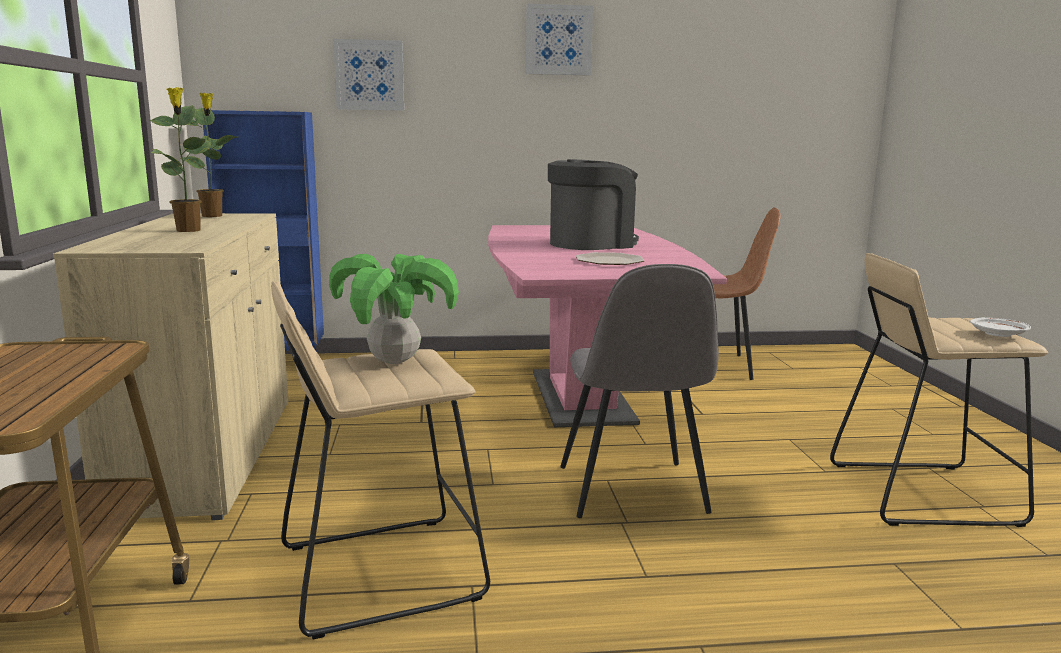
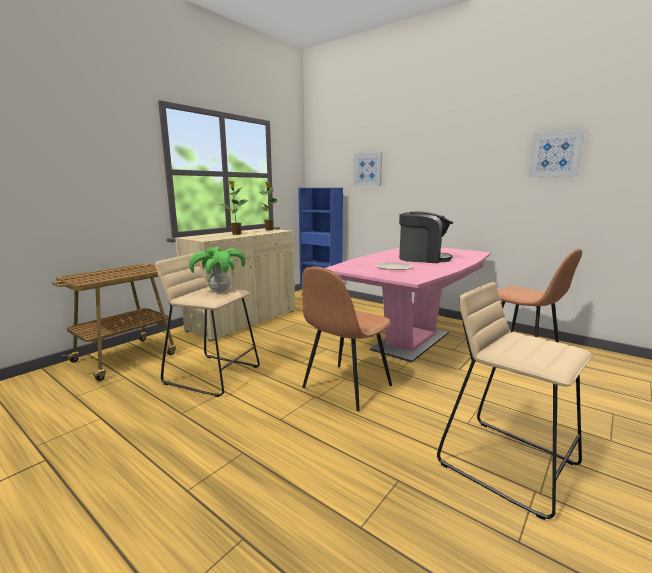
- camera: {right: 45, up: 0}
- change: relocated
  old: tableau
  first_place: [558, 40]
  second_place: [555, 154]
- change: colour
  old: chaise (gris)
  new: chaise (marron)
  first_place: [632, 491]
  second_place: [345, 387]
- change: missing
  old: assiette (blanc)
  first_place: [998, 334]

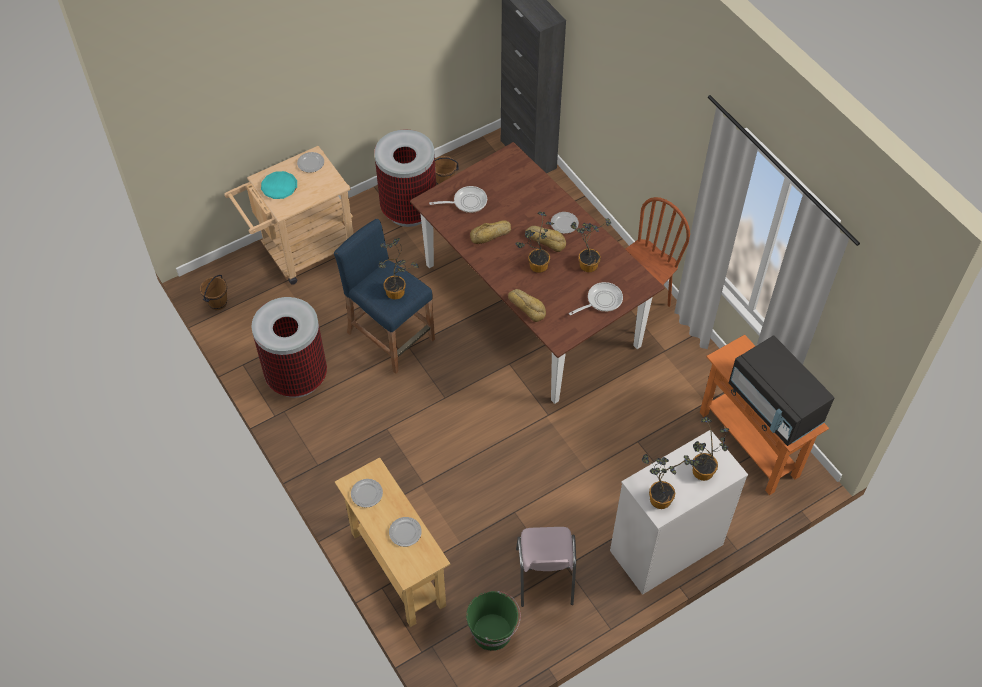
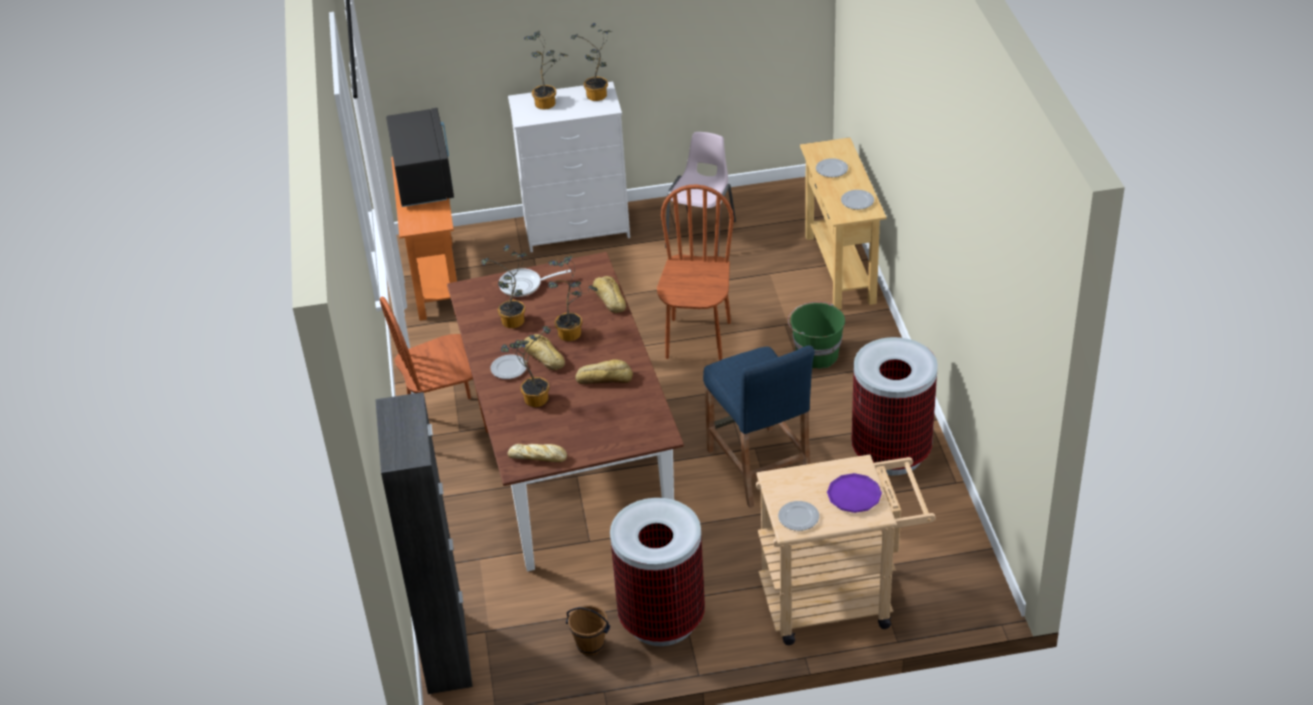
- camera: {right: -155, up: -15}
- change: missing
  old: seau (marron)
  first_place: [217, 303]
- change: colour
  old: assiette (turquoise)
  new: assiette (violet)
  first_place: [279, 187]
  second_place: [854, 496]
- change: relocated
  old: plante en pot
  first_place: [398, 292]
  second_place: [533, 397]
- change: missing
  old: poêle
  first_place: [467, 202]
- change: relocated
  old: seau (vert)
  first_place: [493, 632]
  second_place: [816, 354]
- change: appeared
  new: pain
  second_place: [538, 457]
- change: appeared
  new: chaise (marron)
  second_place: [697, 340]

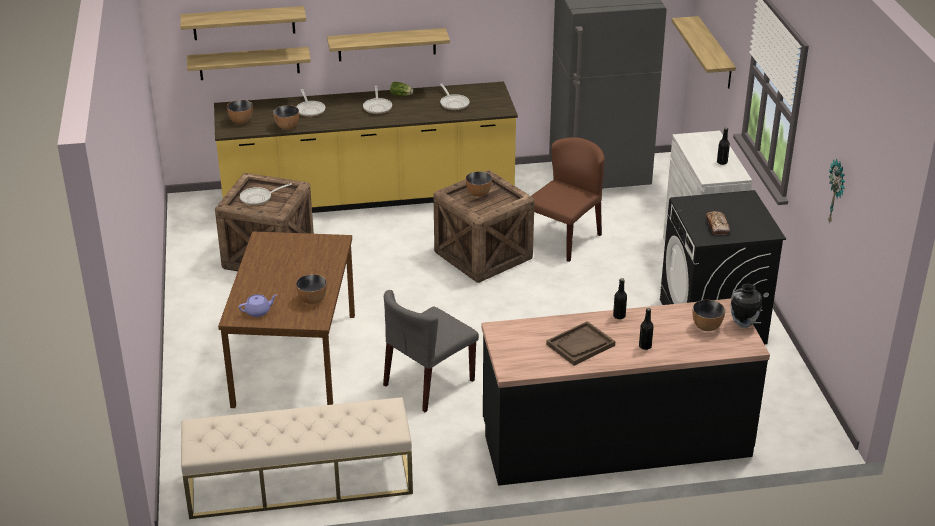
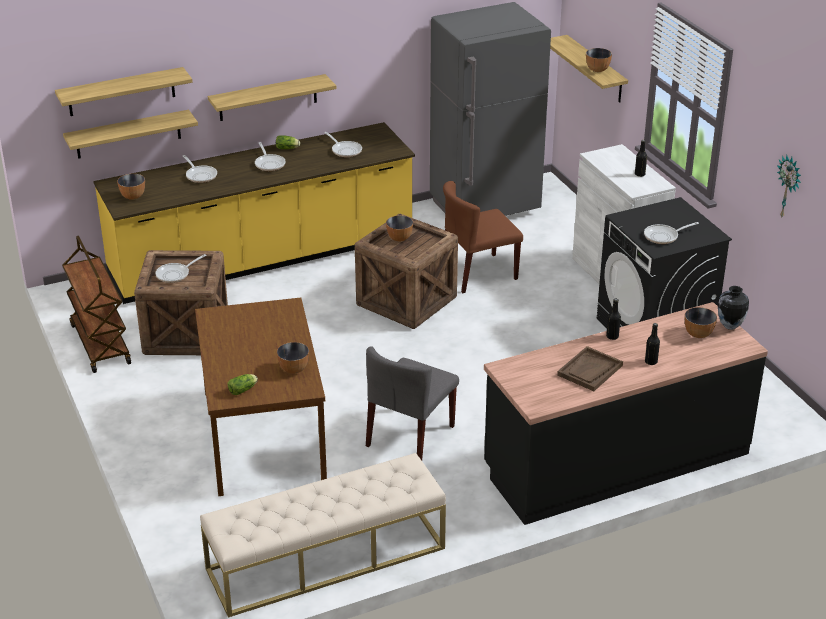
- camera: {right: -15, up: 0}
- change: exchanged
  old: théière (violet)
  new: laitue
  first_place: [258, 312]
  second_place: [243, 390]
- change: relocated
  old: bol
  first_place: [287, 127]
  second_place: [597, 70]
- change: spun
  old: chaise (marron)
  first_place: [563, 239]
  second_place: [478, 273]
  degrees: -135
- change: exchanged
  old: pain
  new: poêle
  first_place: [717, 226]
  second_place: [664, 236]
- change: appeared
  new: chariot (marron)
  second_place: [99, 344]

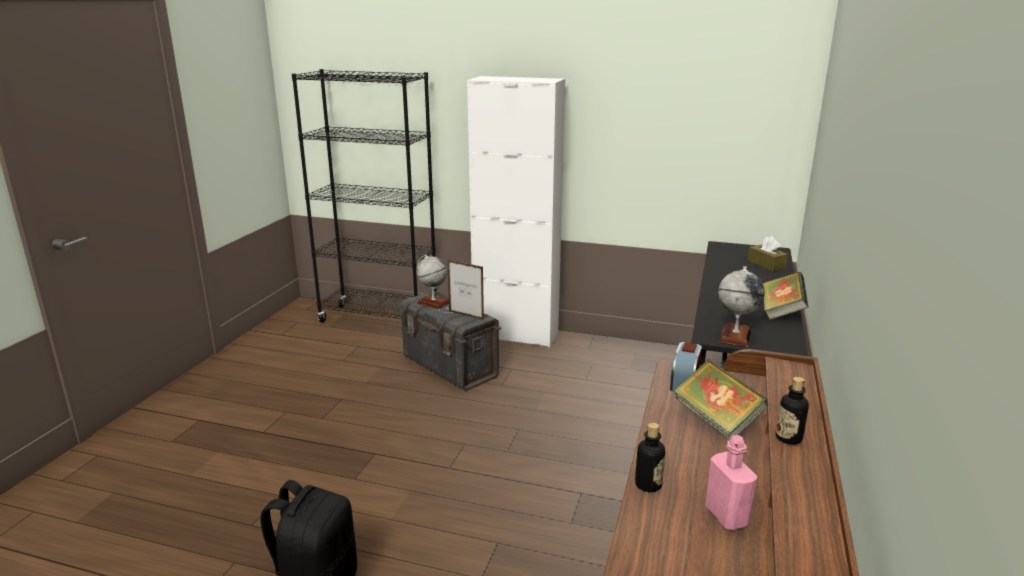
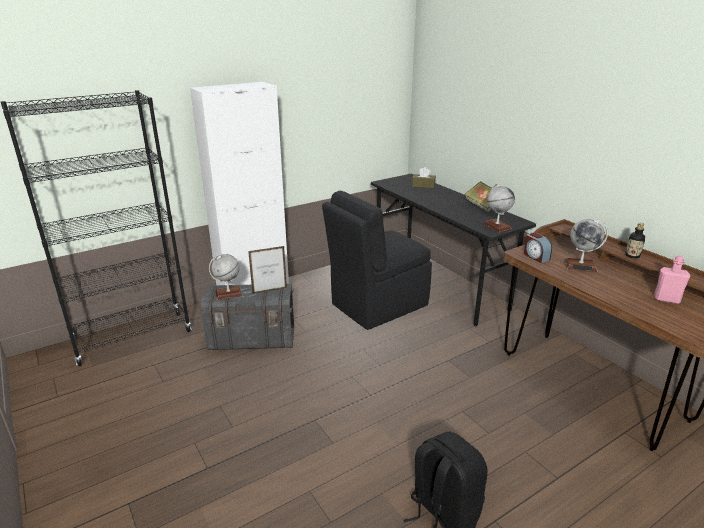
- camera: {right: -50, up: 5}
- change: missing
  old: bouteille
  first_place: [648, 485]
- change: exchanged
  old: livre
  new: globe
  first_place: [716, 420]
  second_place: [580, 266]
- change: appeared
  new: chaise (noir)
  second_place: [377, 305]

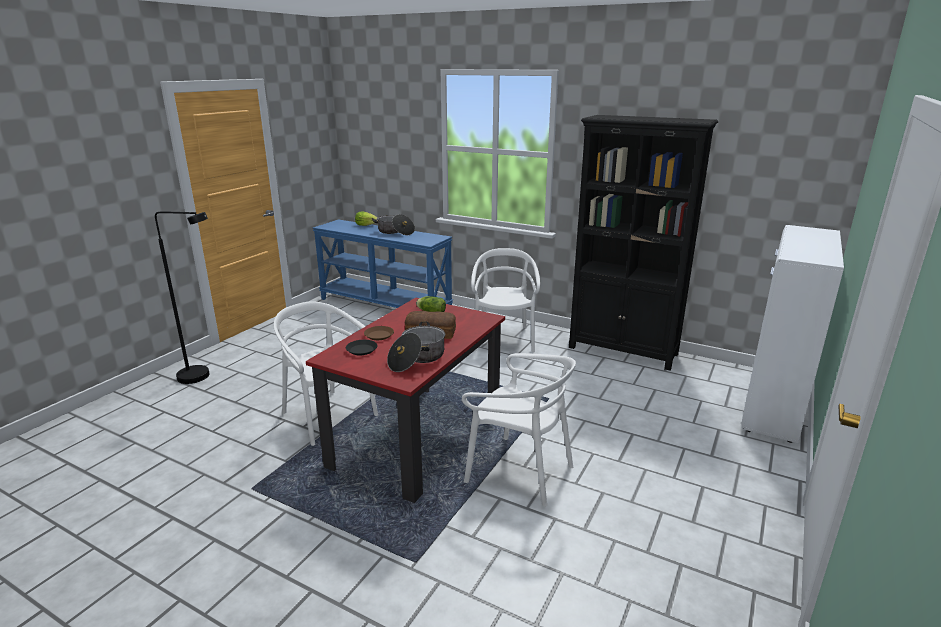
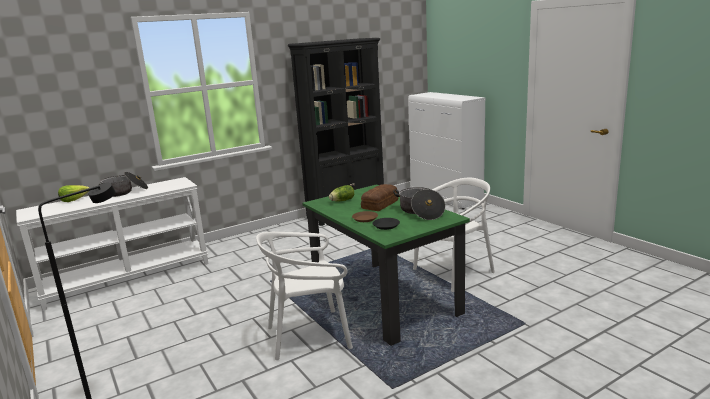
- camera: {right: -60, up: -5}
- change: colour
  old: table à manger (rouge)
  new: table à manger (vert)
  first_place: [417, 438]
  second_place: [384, 300]
- change: colour
  old: table console (bleu)
  new: table console (blanc)
  first_place: [386, 305]
  second_place: [128, 277]
- change: missing
  old: chaise (blanc)
  first_place: [503, 340]

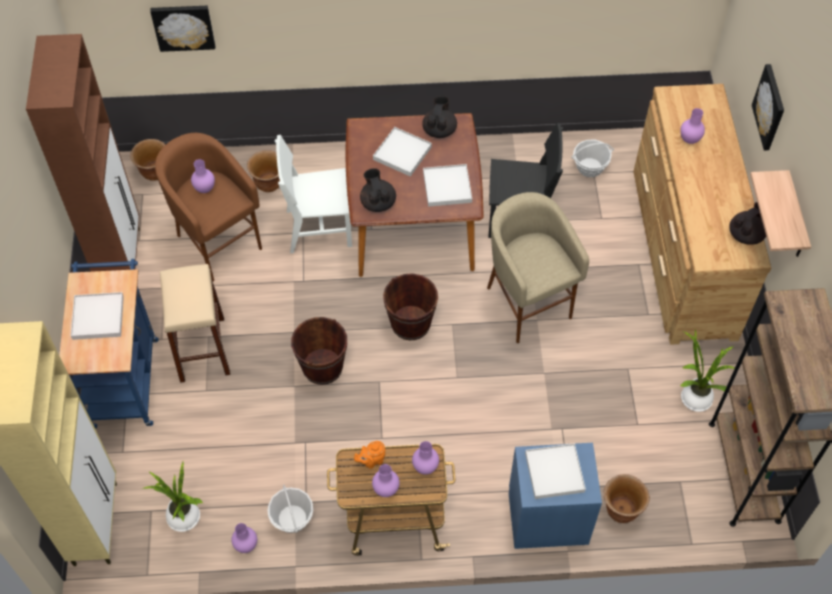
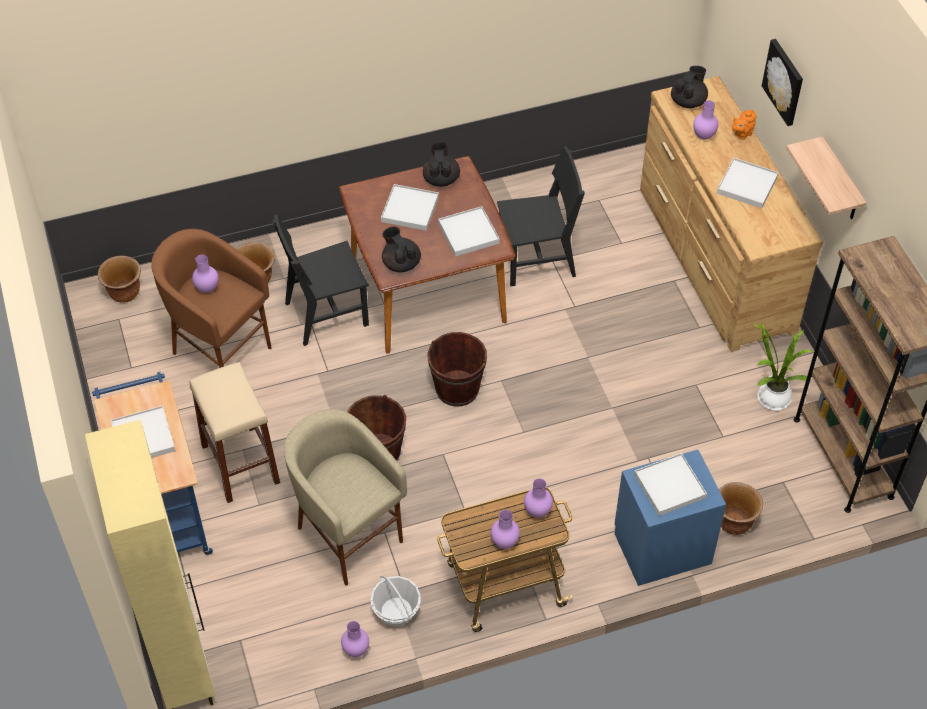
- camera: {right: -15, up: -5}
- change: missing
  old: meuble de rangement (marron)
  first_place: [121, 258]
- change: missing
  old: plante en pot
  first_place: [185, 519]
- change: missing
  old: tableau
  first_place: [183, 26]
- change: colour
  old: chaise (blanc)
  new: chaise (noir)
  first_place: [318, 228]
  second_place: [326, 314]
- change: relocated
  old: théière (orange)
  first_place: [371, 461]
  second_place: [741, 134]
- change: relocated
  old: tabouret (beige)
  first_place: [526, 303]
  second_place: [347, 536]
- change: missing
  old: panier
  first_place: [589, 167]
- change: relocated
  old: théière (noir)
  first_place: [746, 234]
  second_place: [688, 101]
- change: appeared
  new: plateau (blanc)
  second_place: [747, 185]

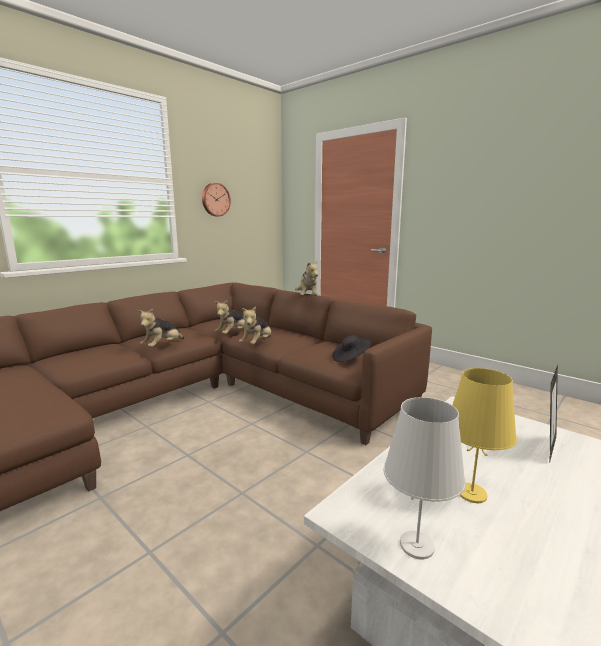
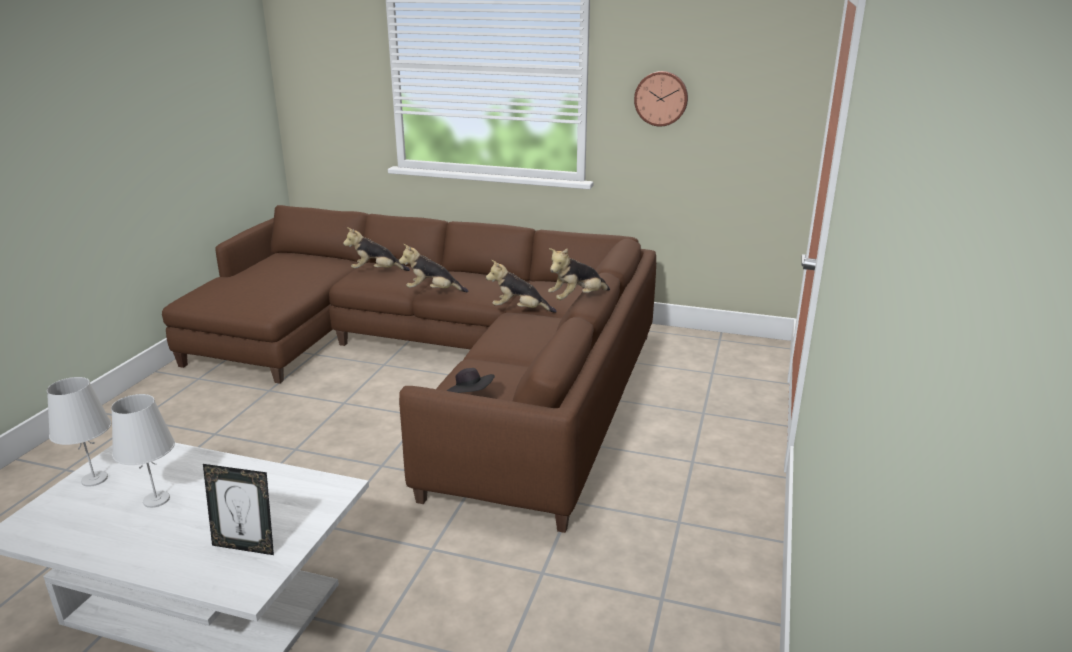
- camera: {right: 65, up: 10}
- change: relocated
  old: peluche
  first_place: [257, 344]
  second_place: [376, 271]
- change: colour
  old: lampe de table (jaune)
  new: lampe de table (blanc)
  first_place: [471, 493]
  second_place: [156, 499]

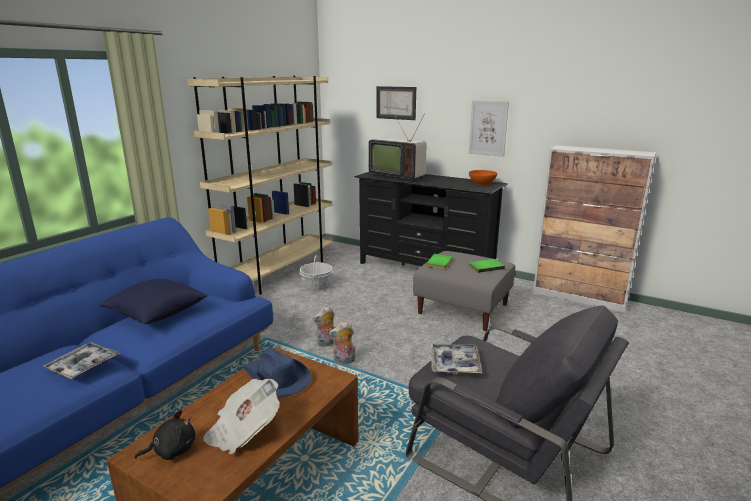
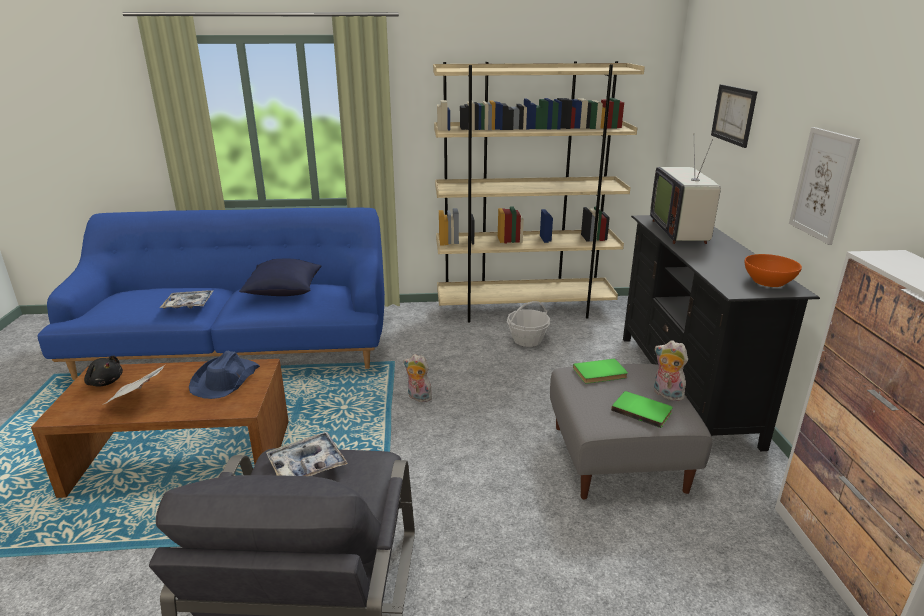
- camera: {right: 55, up: 5}
- change: relocated
  old: peluche
  first_place: [344, 361]
  second_place: [666, 394]

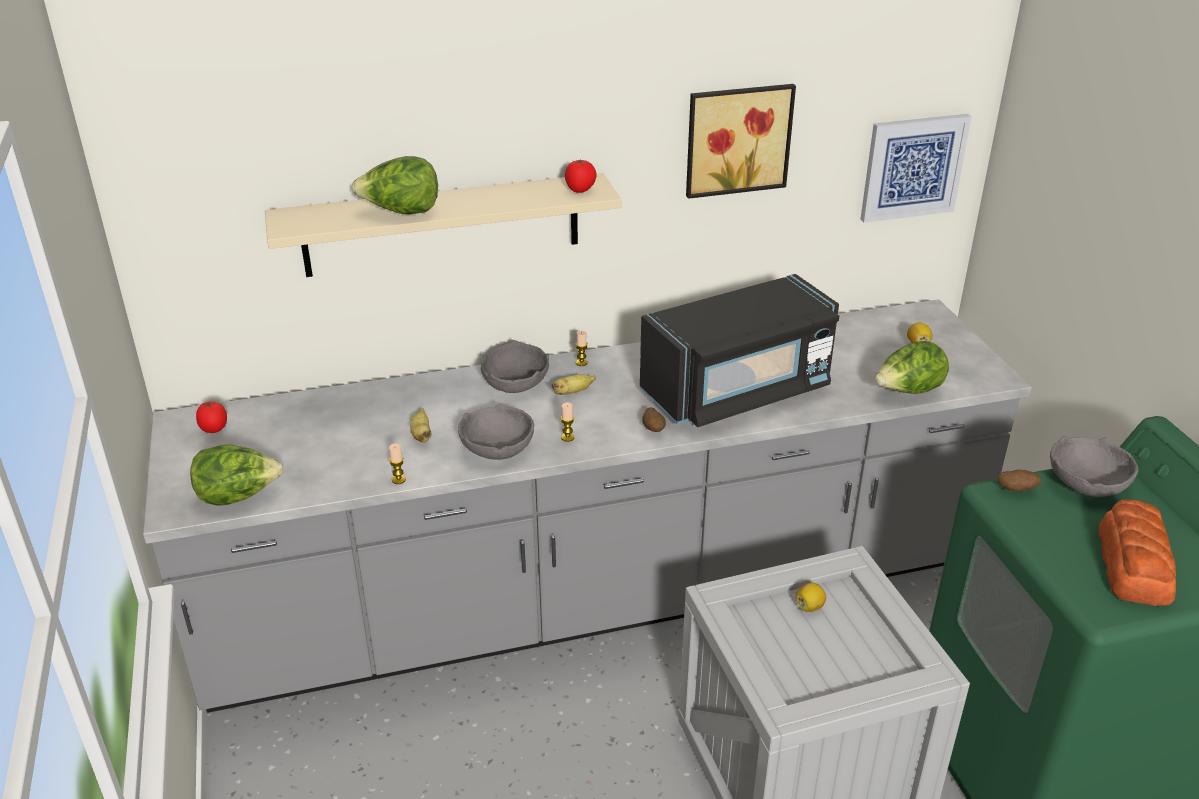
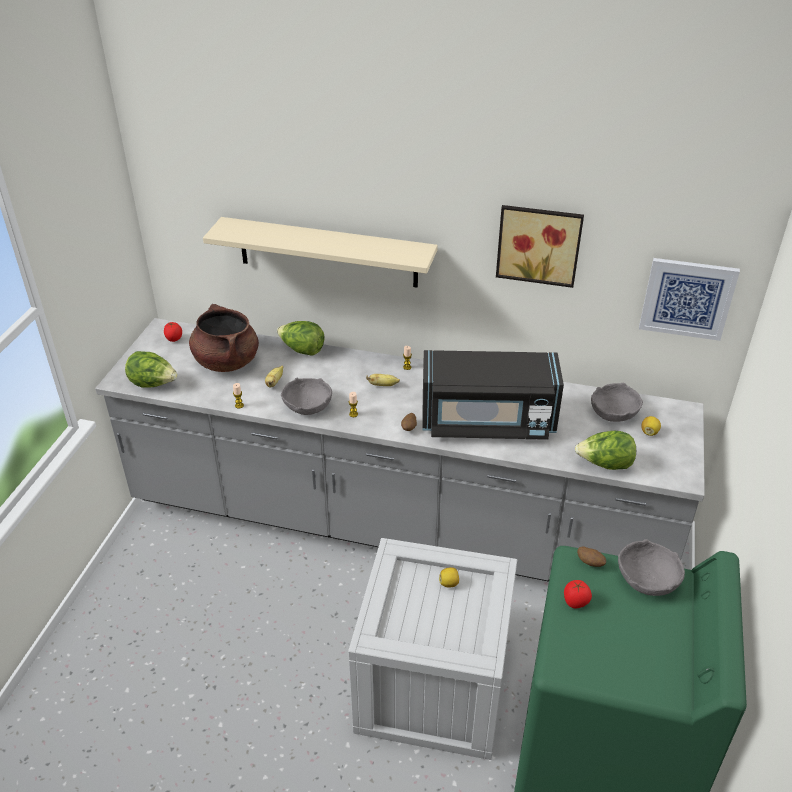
- camera: {right: 30, up: 5}
- change: relocated
  old: laitue
  first_place: [401, 212]
  second_place: [302, 350]
- change: relocated
  old: bol (gris)
  first_place: [514, 384]
  second_place: [613, 413]
- change: relocated
  old: tomate
  first_place: [580, 190]
  second_place: [575, 603]
- change: missing
  old: pain
  first_place: [1134, 563]
- change: appeared
  new: marmite (marron)
  second_place: [226, 361]

